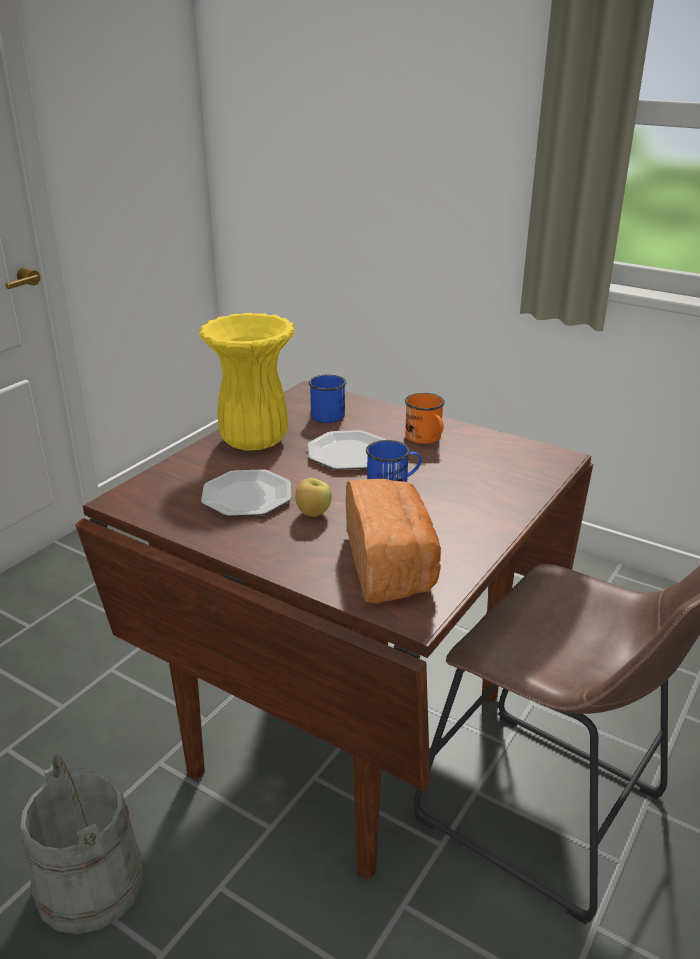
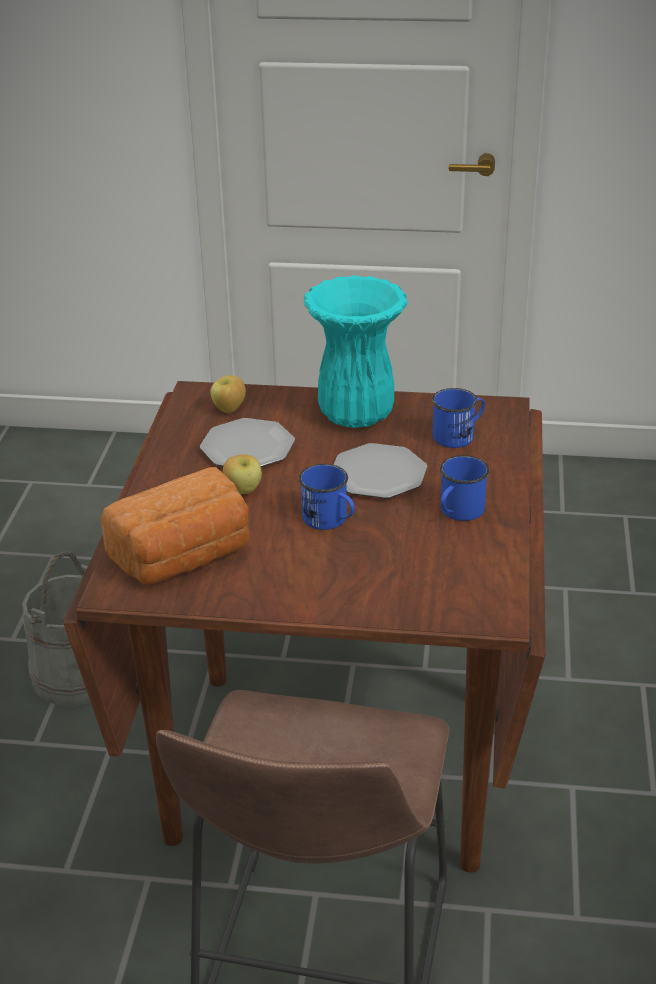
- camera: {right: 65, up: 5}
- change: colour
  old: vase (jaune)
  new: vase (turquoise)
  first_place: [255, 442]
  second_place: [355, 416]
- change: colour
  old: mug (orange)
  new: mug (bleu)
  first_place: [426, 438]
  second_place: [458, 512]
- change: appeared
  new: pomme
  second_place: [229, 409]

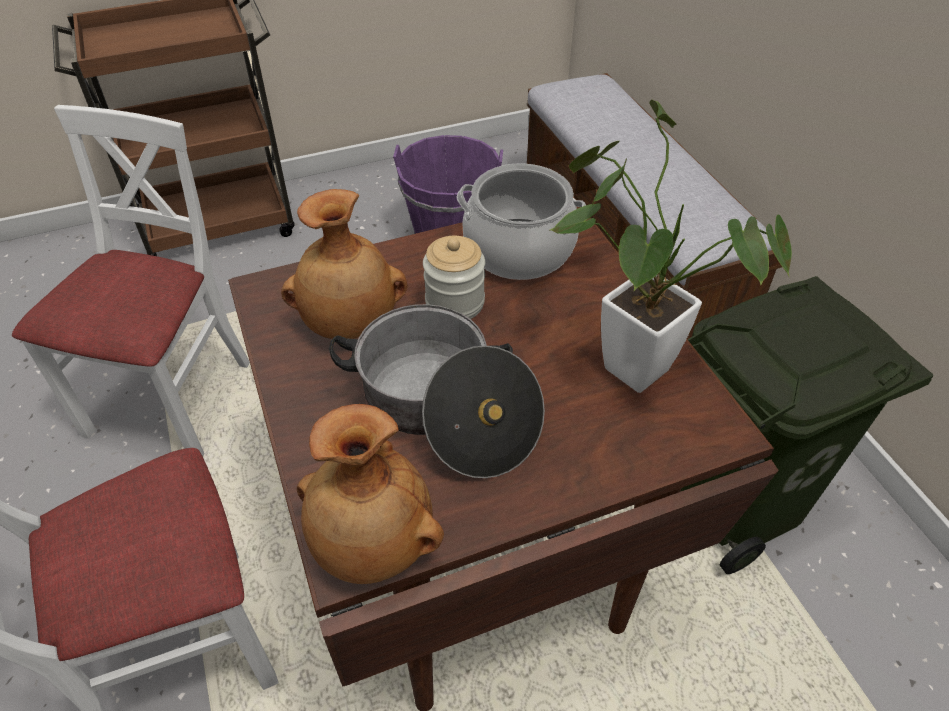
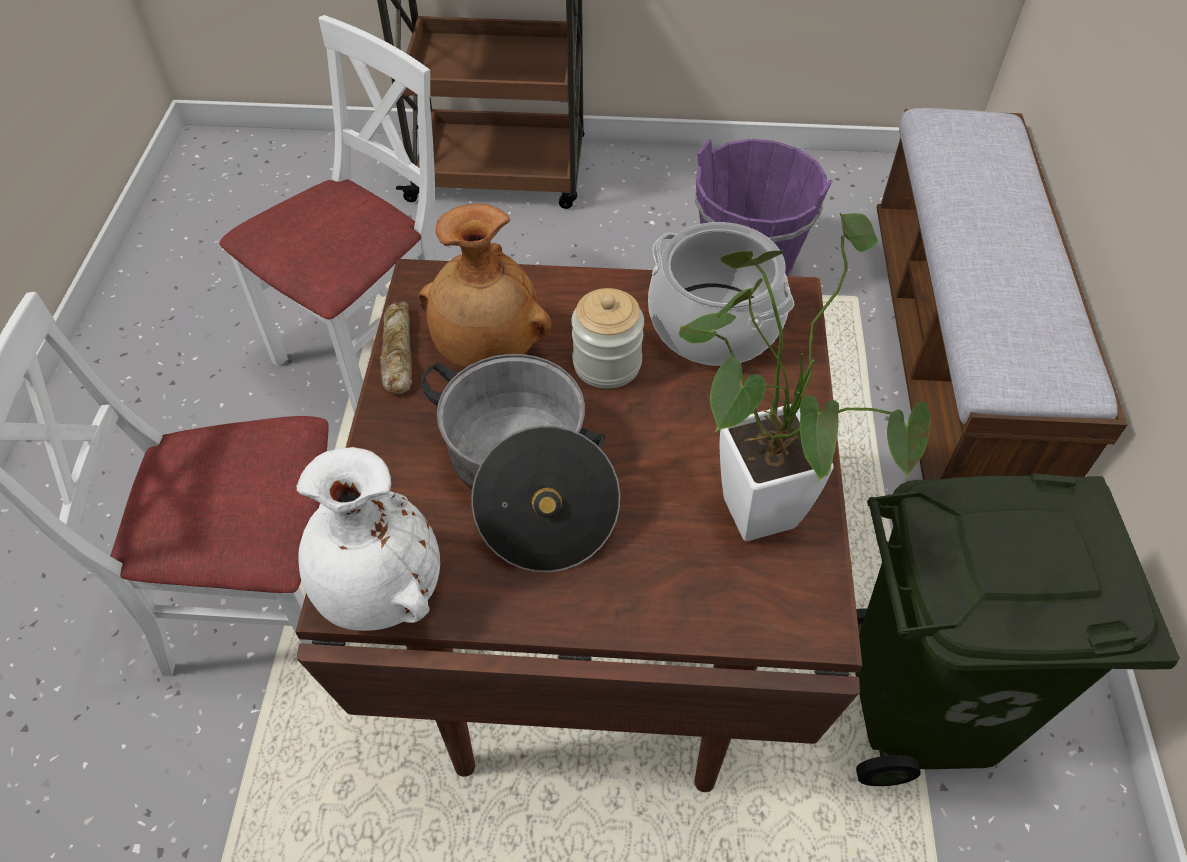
- camera: {right: 25, up: 5}
- change: colour
  old: vase (marron)
  new: vase (blanc)
  first_place: [372, 545]
  second_place: [378, 591]
- change: appeared
  new: pain
  second_place: [397, 352]

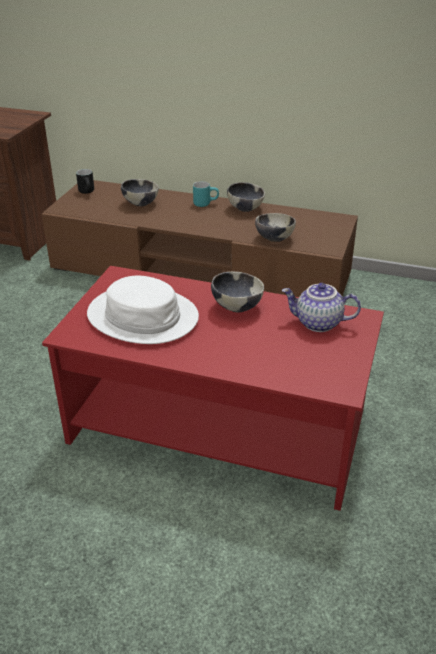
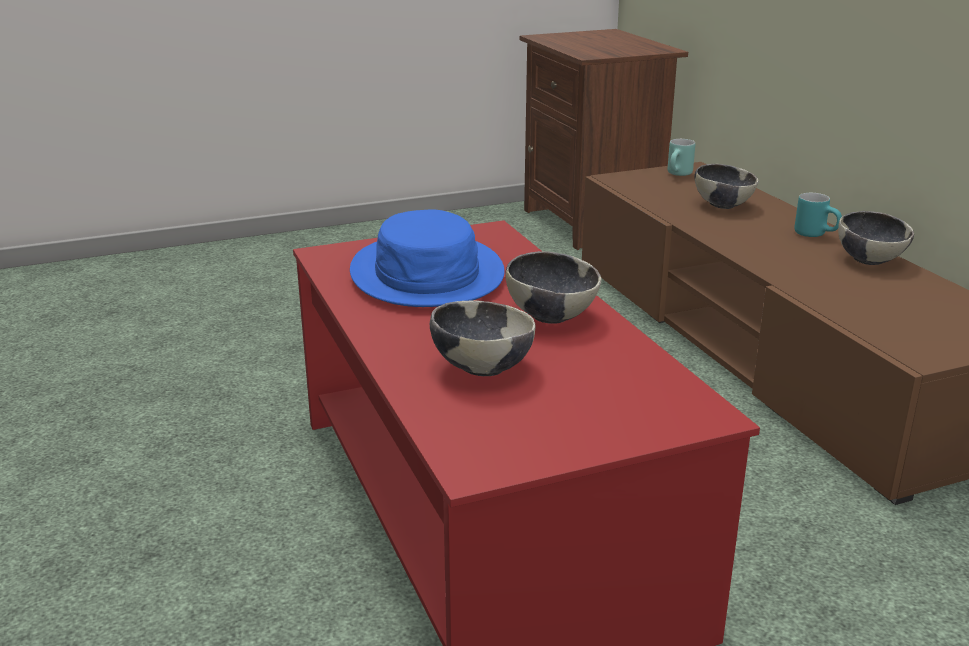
- camera: {right: 50, up: -10}
- change: colour
  old: mug (noir)
  new: mug (turquoise)
  first_place: [88, 192]
  second_place: [679, 175]
- change: colour
  old: chapeau (blanc)
  new: chapeau (bleu)
  first_place: [143, 316]
  second_place: [427, 274]
- change: relocated
  old: bol
  first_place: [274, 239]
  second_place: [481, 367]
- change: missing
  old: théière
  first_place: [318, 323]

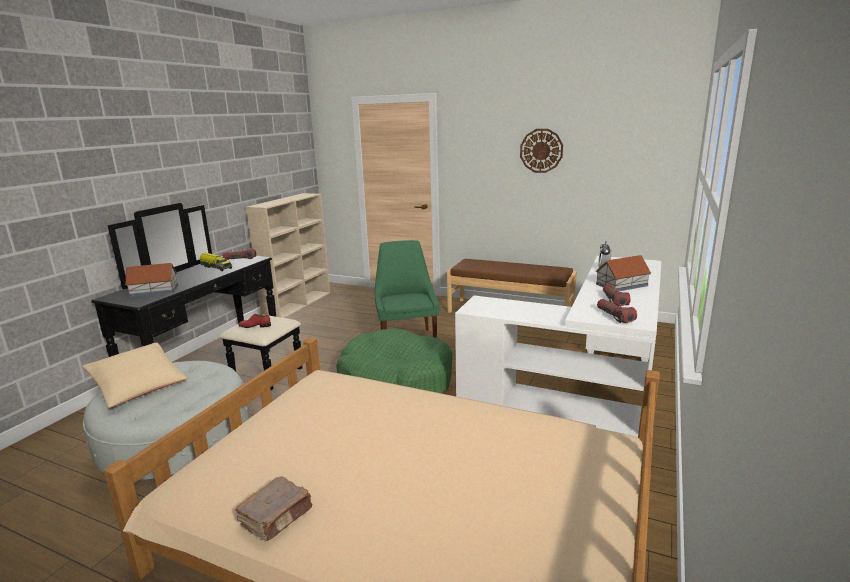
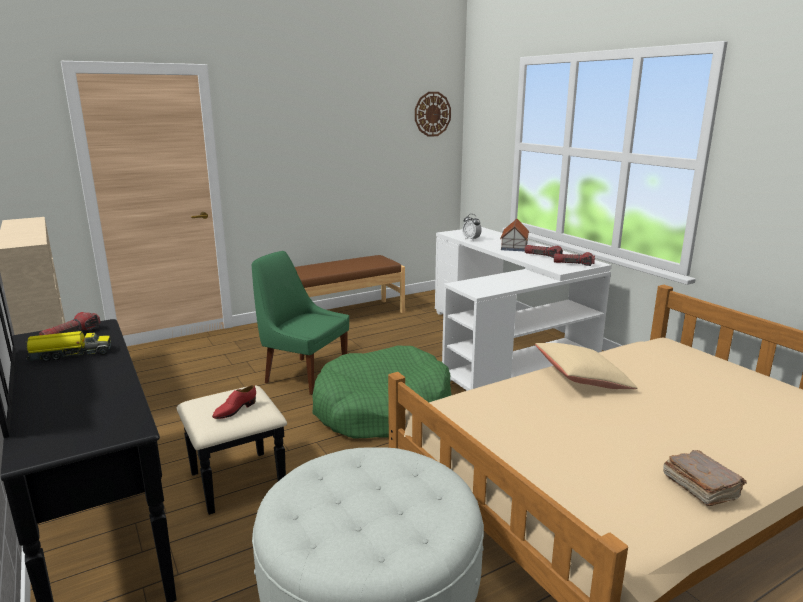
- camera: {right: -55, up: 0}
- change: relocated
  old: coussin (beige)
  first_place: [138, 385]
  second_place: [582, 379]
- change: missing
  old: maison miniature
  first_place: [154, 290]
- change: relocated
  old: horloge murale
  first_place: [541, 150]
  second_place: [432, 114]

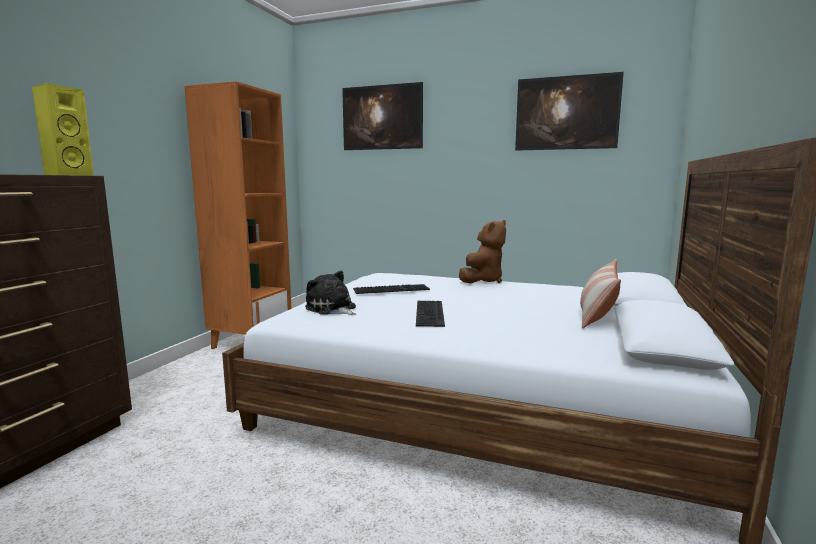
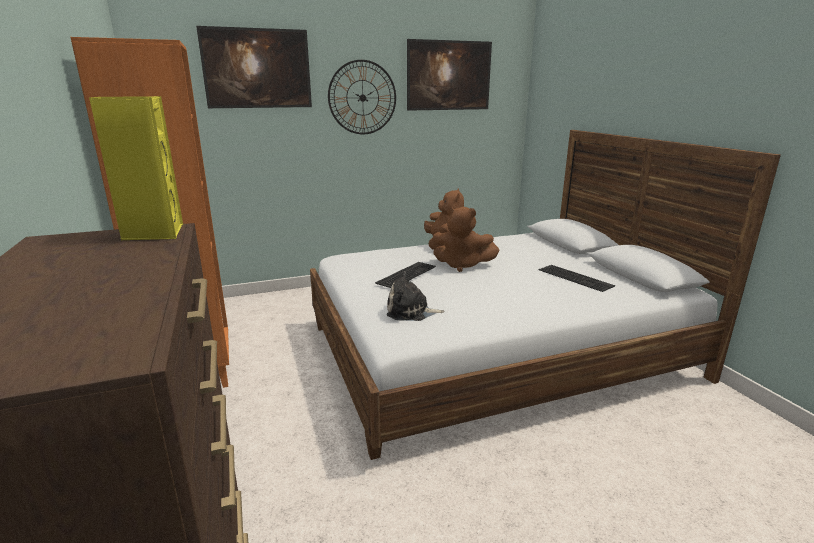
- camera: {right: -40, up: 10}
- change: relocated
  old: clavier
  first_place: [431, 313]
  second_place: [576, 277]
- change: missing
  old: coussin
  first_place: [597, 314]
- change: appeared
  new: horloge murale
  second_place: [362, 97]
- change: appeared
  new: peluche (marron)
  second_place: [462, 265]

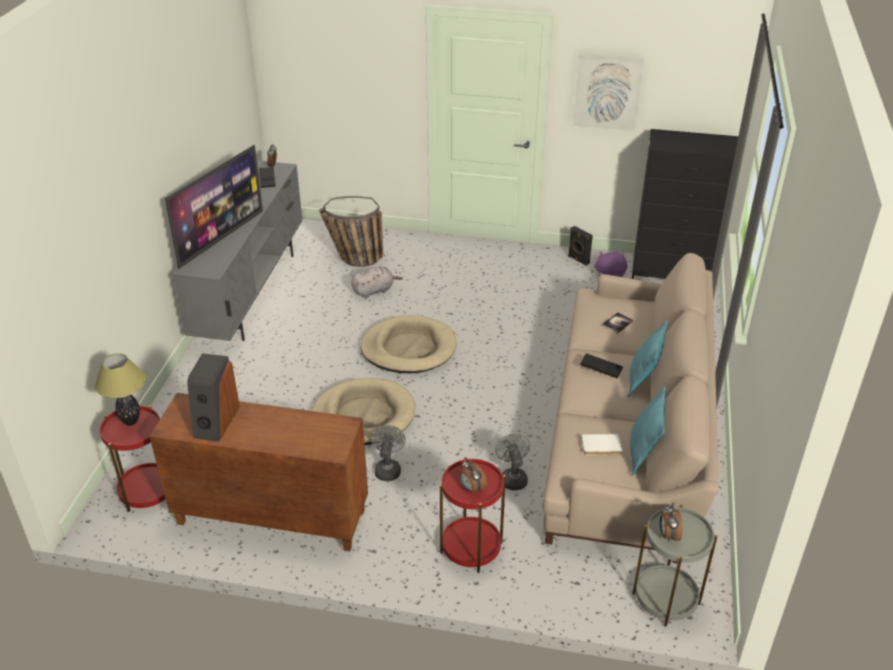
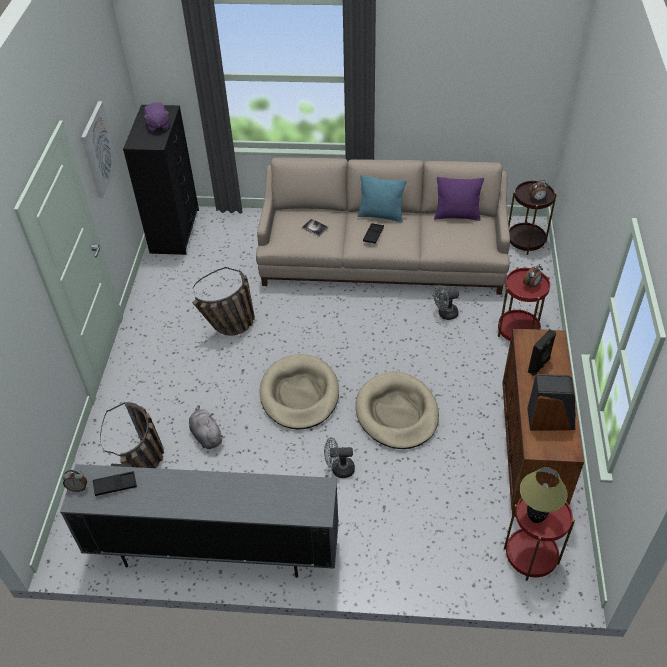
- camera: {right: -95, up: 10}
- change: missing
  old: téléviseur
  first_place: [221, 238]
- change: relocated
  old: ventilateur (gris)
  first_place: [388, 468]
  second_place: [339, 469]
- change: relocated
  old: enceinte (noir)
  first_place: [578, 260]
  second_place: [539, 366]
- change: missing
  old: livre (blanc)
  first_place: [601, 447]
- change: relocated
  old: peluche (violet)
  first_place: [610, 273]
  second_place: [158, 125]
- change: colour
  old: coussin (turquoise)
  new: coussin (violet)
  first_place: [643, 452]
  second_place: [457, 216]
- change: colour
  old: table d'appoint (gris)
  new: table d'appoint (marron)
  first_place: [666, 598]
  second_place: [525, 241]
- change: appeared
  new: panier
  second_place: [229, 329]

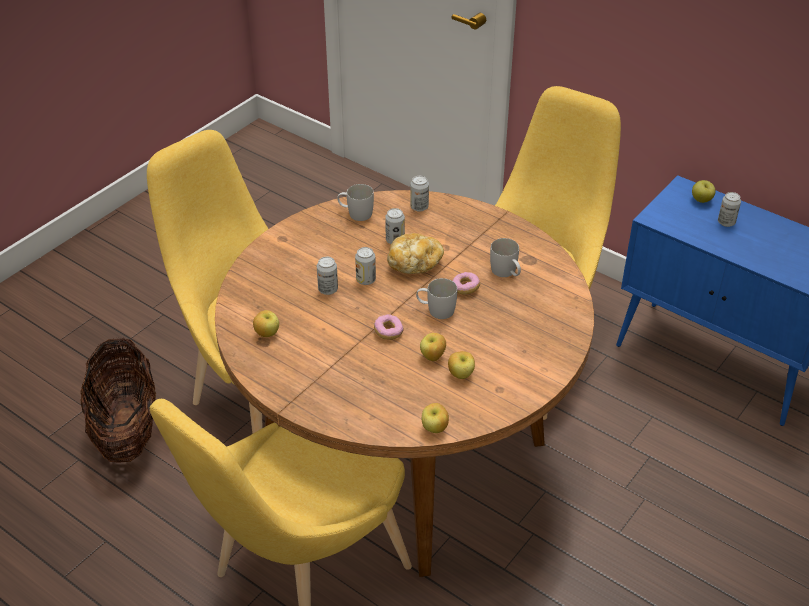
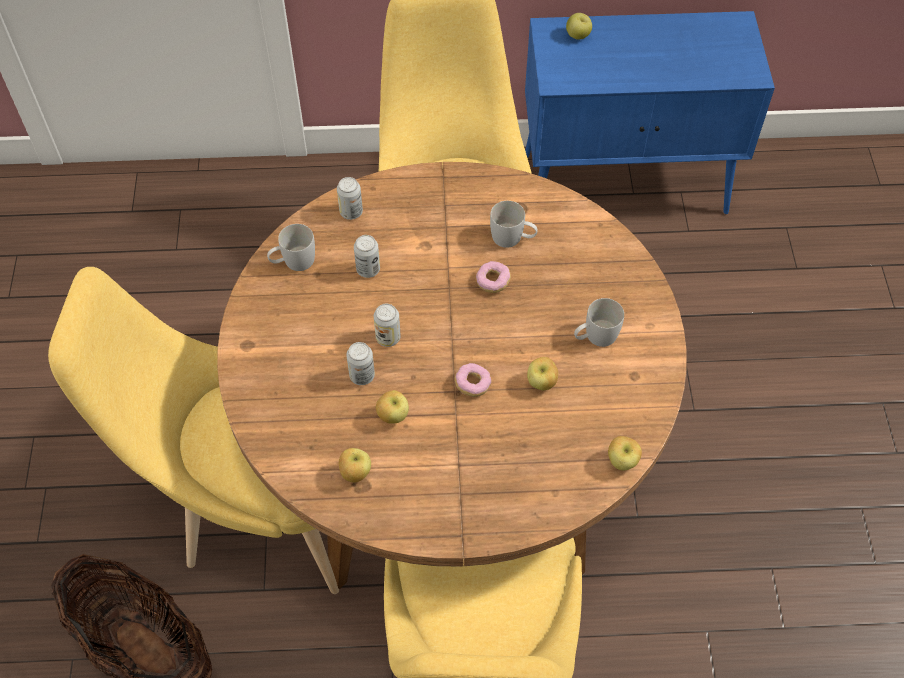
- camera: {right: -40, up: 15}
- change: missing
  old: pain
  first_place: [414, 264]
- change: relocated
  old: mug (blanc)
  first_place: [436, 310]
  second_place: [595, 337]
- change: relocated
  old: pomme
  first_place: [461, 375]
  second_place: [393, 415]
- change: missing
  old: boîte métallique
  first_place: [726, 222]

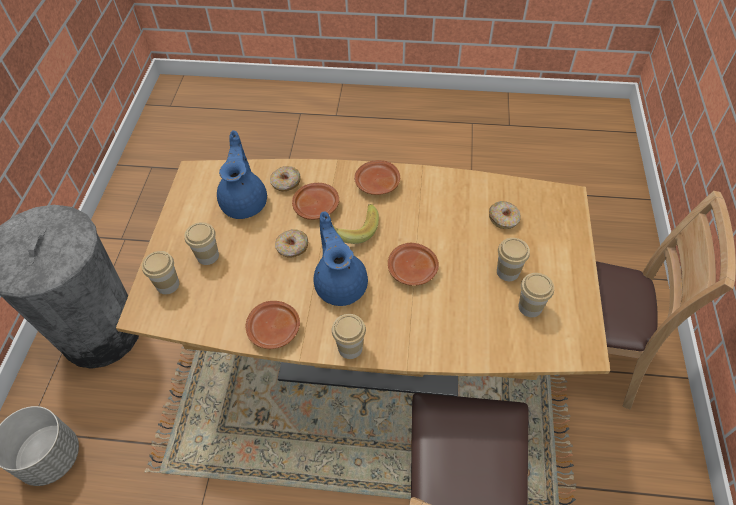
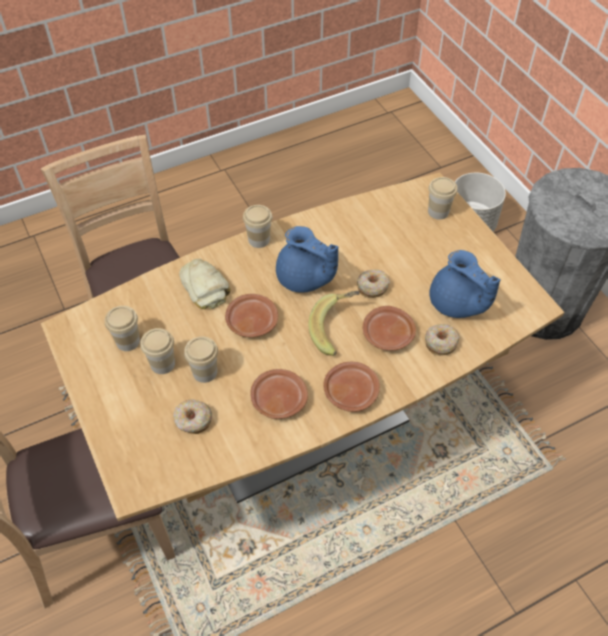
- camera: {right: 145, up: 0}
- change: relocated
  old: tasse
  first_place: [208, 256]
  second_place: [205, 372]
- change: relocated
  old: assiette (marron)
  first_place: [274, 330]
  second_place: [278, 399]
- change: appeared
  new: pain
  second_place: [205, 287]

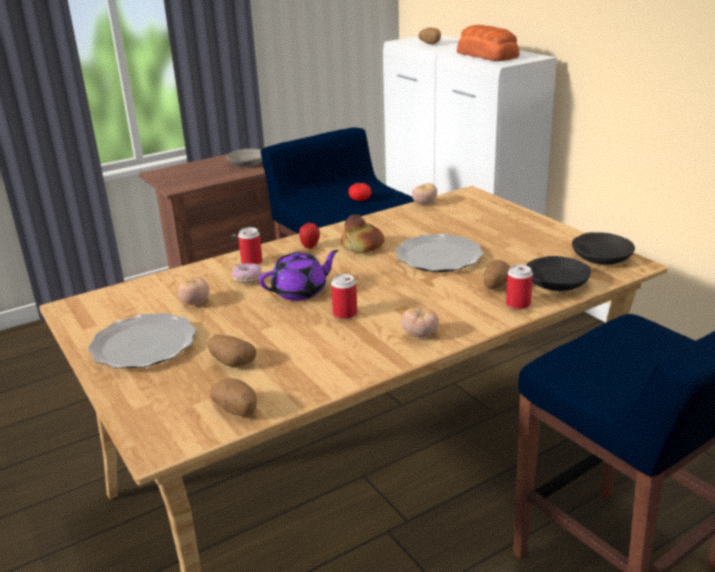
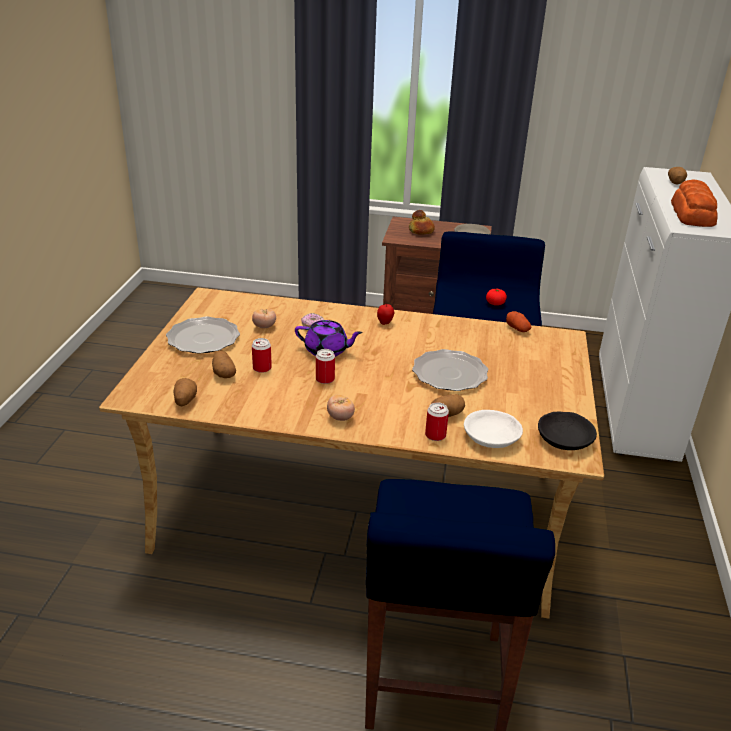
- camera: {right: 40, up: 5}
- change: relocated
  old: boîte métallique
  first_place: [252, 262]
  second_place: [262, 368]
- change: relocated
  old: pain
  first_place: [362, 247]
  second_place: [421, 231]
- change: exchanged
  old: tomate
  new: pomme de terre
  first_place: [424, 204]
  second_place: [517, 328]
- change: colour
  old: bol (noir)
  new: bol (blanc)
  first_place: [557, 282]
  second_place: [492, 437]

